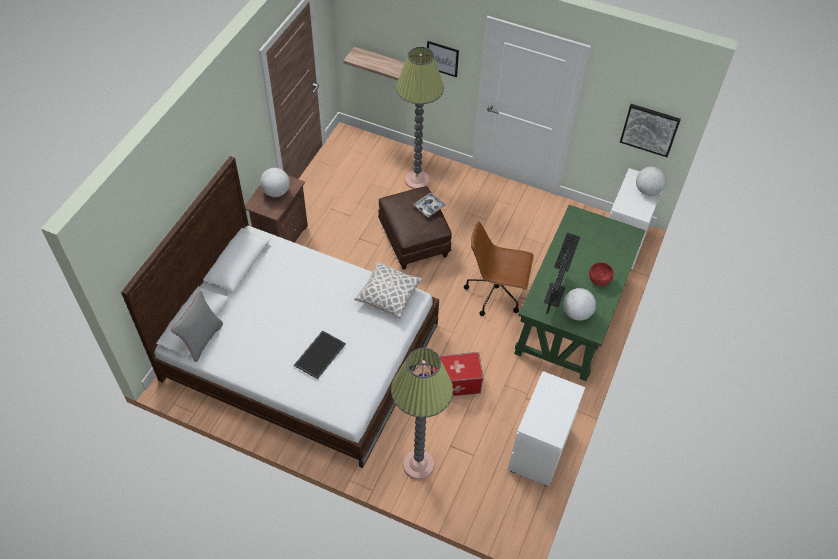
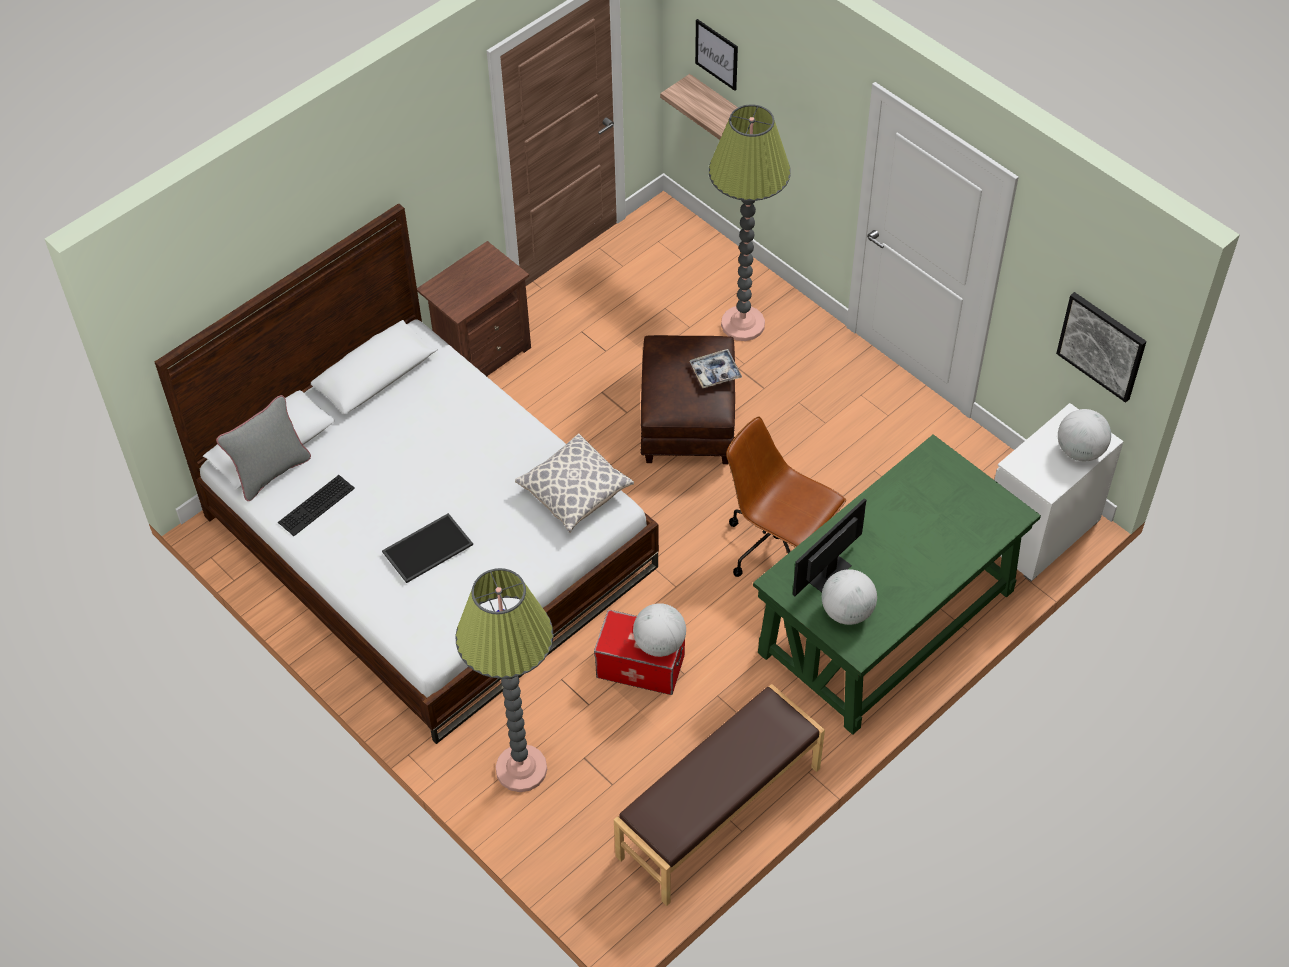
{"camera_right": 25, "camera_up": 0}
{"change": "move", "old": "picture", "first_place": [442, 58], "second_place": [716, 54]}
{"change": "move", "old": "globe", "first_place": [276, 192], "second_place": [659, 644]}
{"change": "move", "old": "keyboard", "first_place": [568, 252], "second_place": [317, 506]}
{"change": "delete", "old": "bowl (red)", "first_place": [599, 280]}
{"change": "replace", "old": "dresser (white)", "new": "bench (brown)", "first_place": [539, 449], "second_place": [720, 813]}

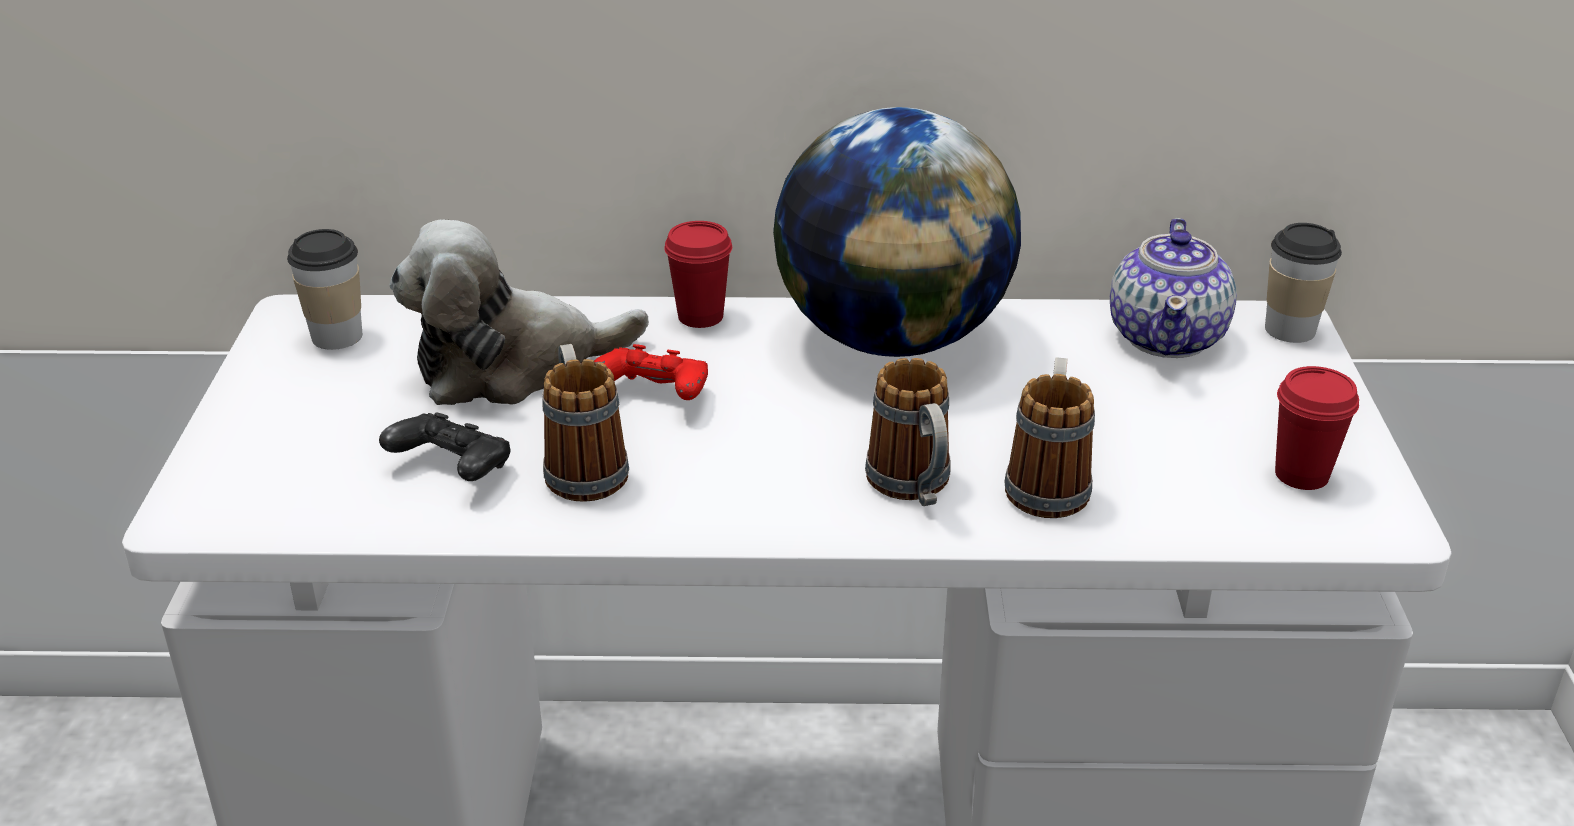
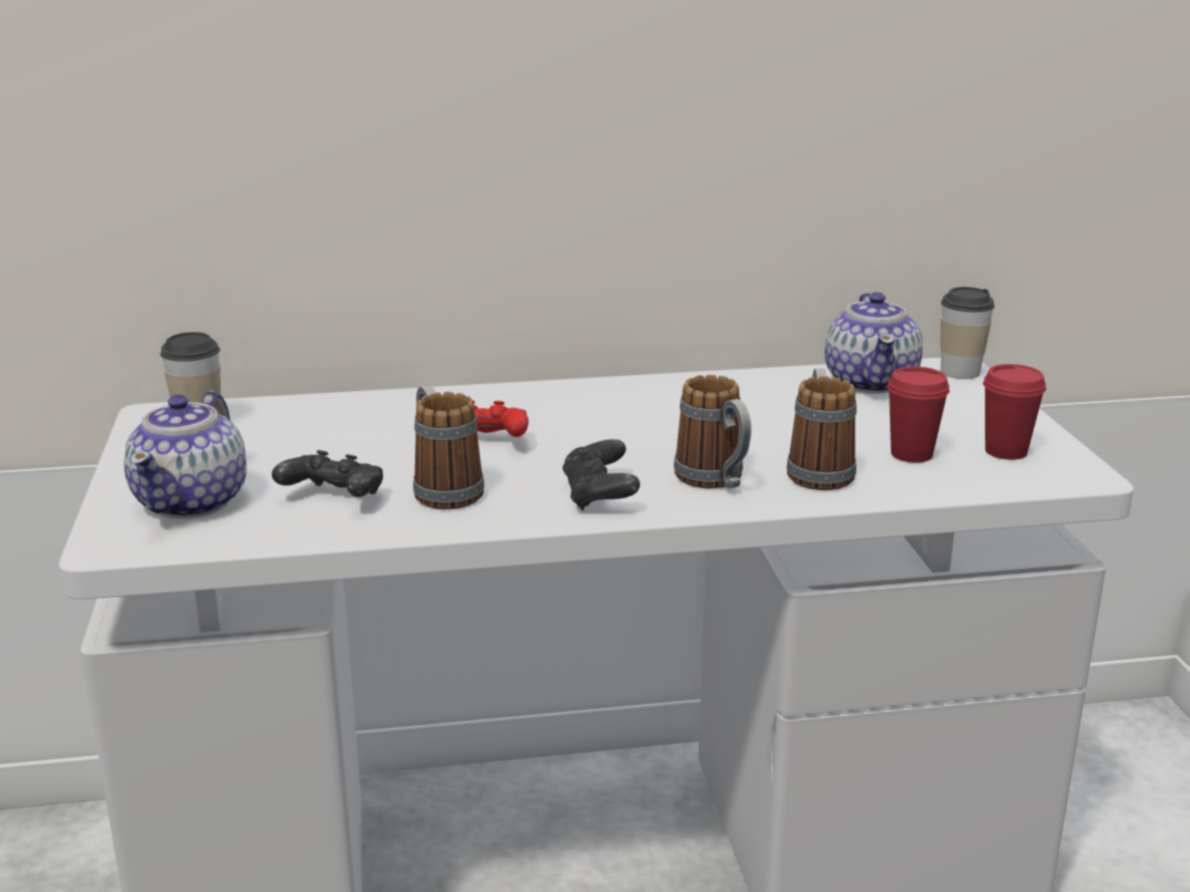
{"camera_right": -10, "camera_up": -10}
{"change": "delete", "old": "globe", "first_place": [892, 338]}
{"change": "delete", "old": "plush toy", "first_place": [512, 366]}
{"change": "move", "old": "cup (red)", "first_place": [700, 316], "second_place": [911, 454]}
{"change": "insert", "new": "teapot", "second_place": [193, 501]}
{"change": "insert", "new": "game controller (black)", "second_place": [599, 496]}

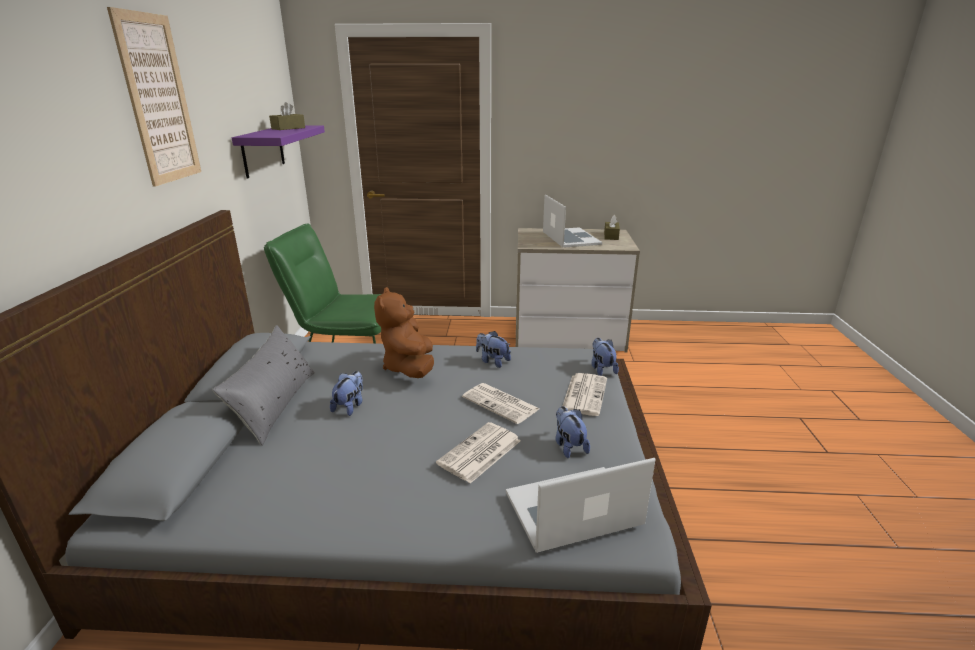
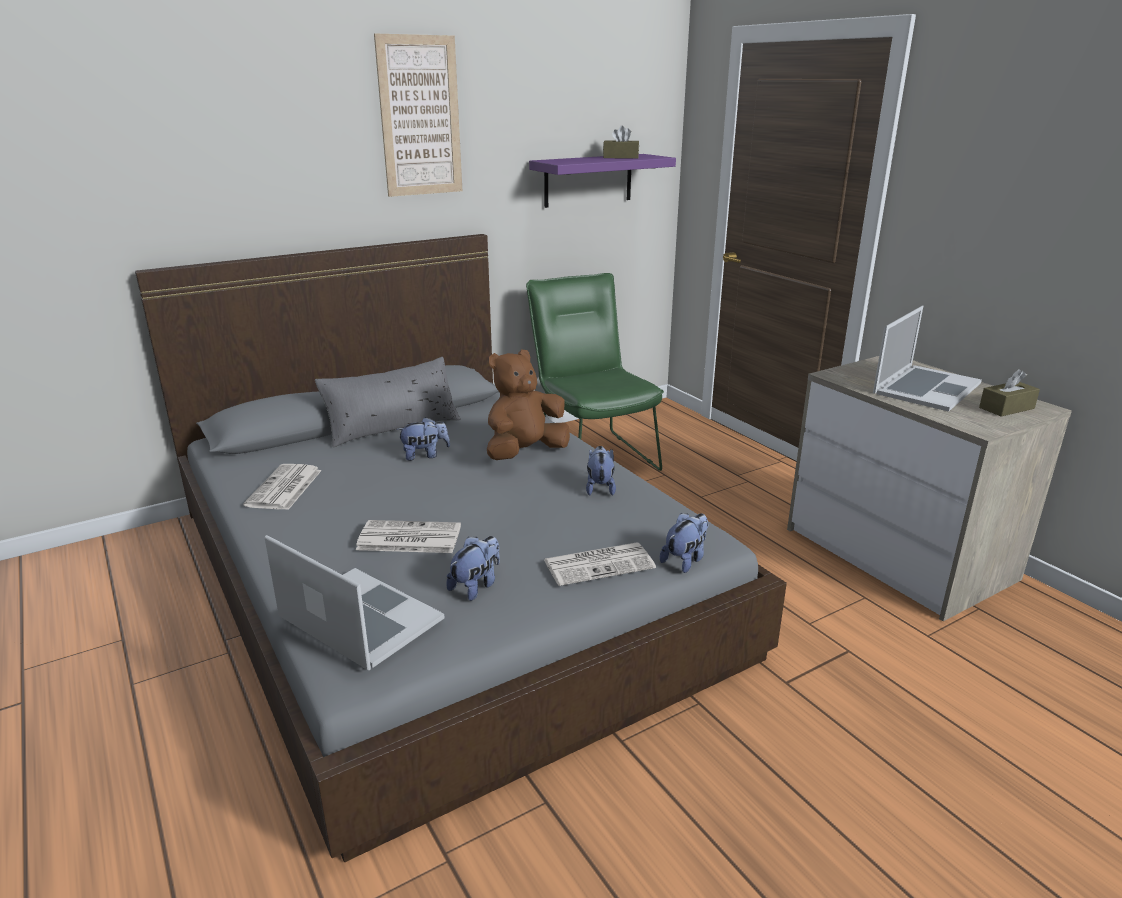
{"camera_right": 55, "camera_up": 0}
{"change": "move", "old": "newspaper", "first_place": [501, 403], "second_place": [284, 488]}

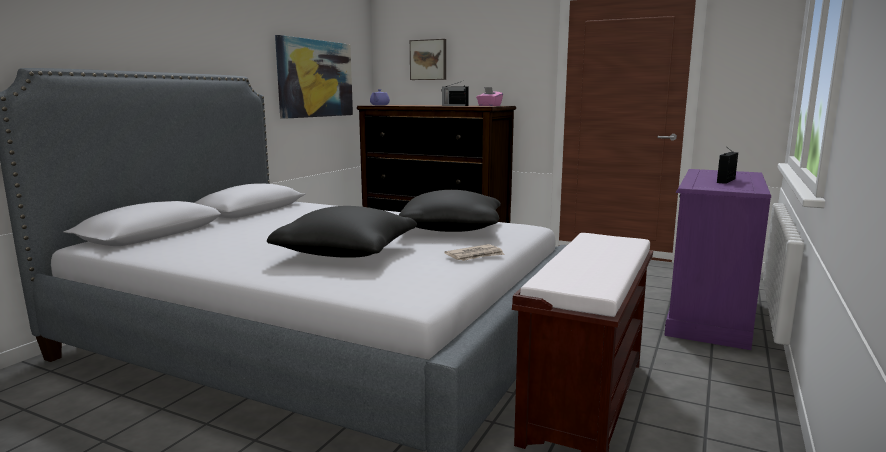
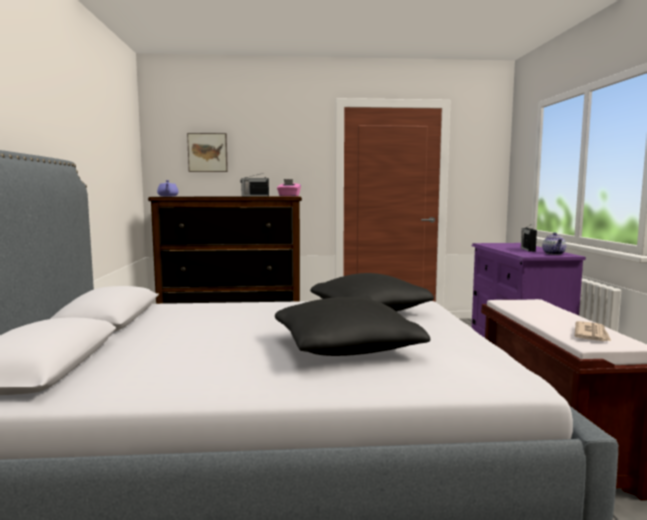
{"camera_right": -30, "camera_up": -5}
{"change": "delete", "old": "picture", "first_place": [315, 78]}
{"change": "move", "old": "newspaper", "first_place": [475, 255], "second_place": [592, 334]}
{"change": "insert", "new": "teapot", "second_place": [554, 254]}

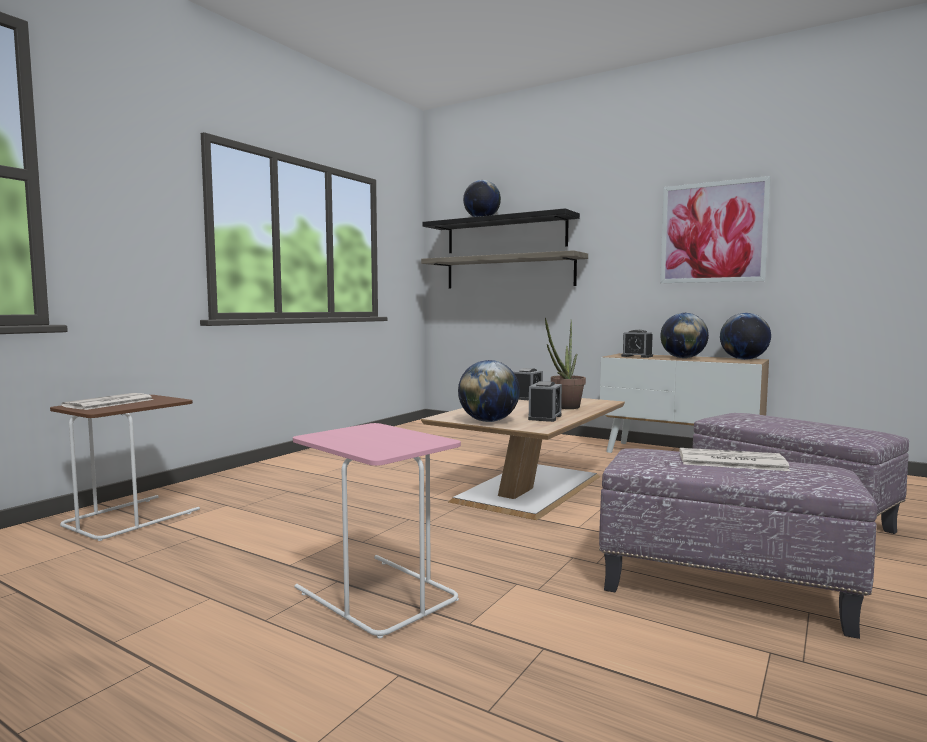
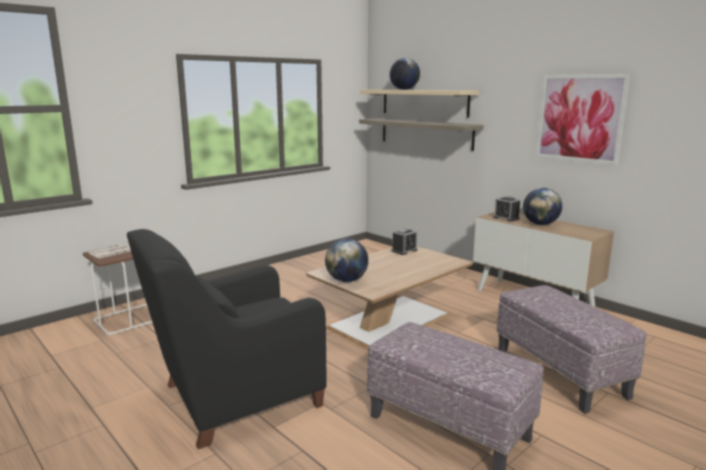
{"camera_right": 15, "camera_up": 10}
{"change": "recolor", "old": "shelf (black)", "new": "shelf (beige)", "first_place": [505, 235], "second_place": [424, 102]}
{"change": "delete", "old": "globe", "first_place": [743, 359]}
{"change": "delete", "old": "potted plant", "first_place": [564, 408]}
{"change": "delete", "old": "alarm clock", "first_place": [545, 417]}
{"change": "replace", "old": "side table (pink)", "new": "armchair (black)", "first_place": [375, 594], "second_place": [235, 397]}
{"change": "delete", "old": "newspaper", "first_place": [730, 461]}

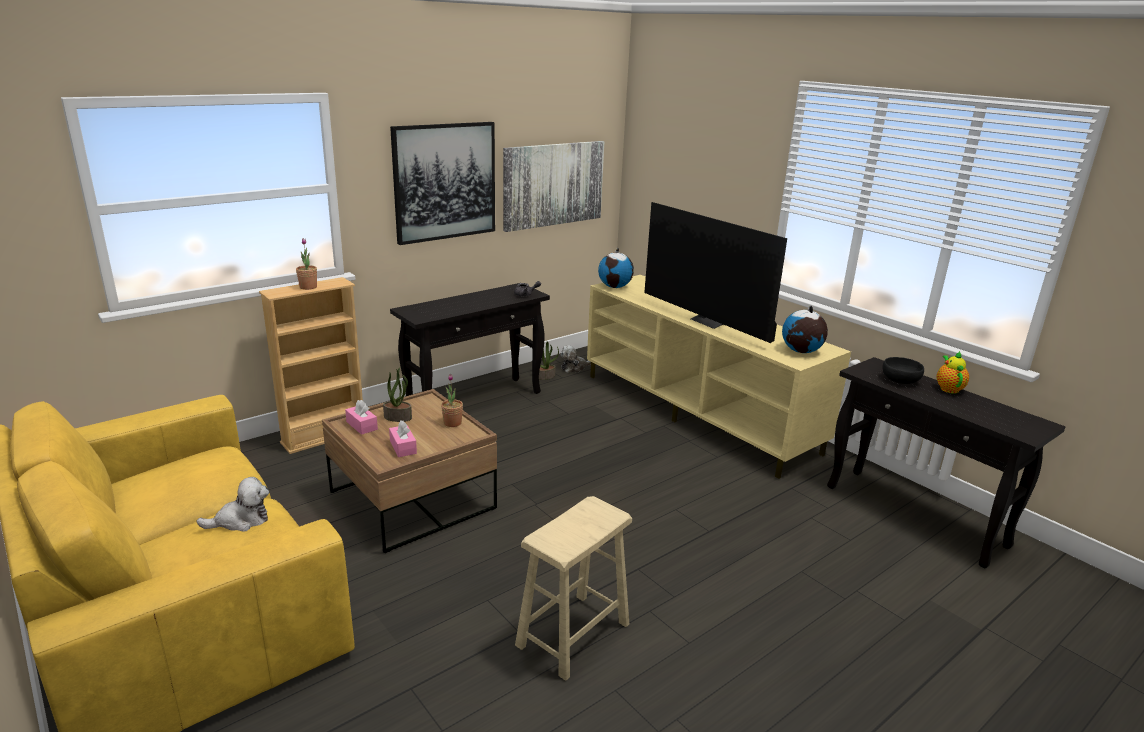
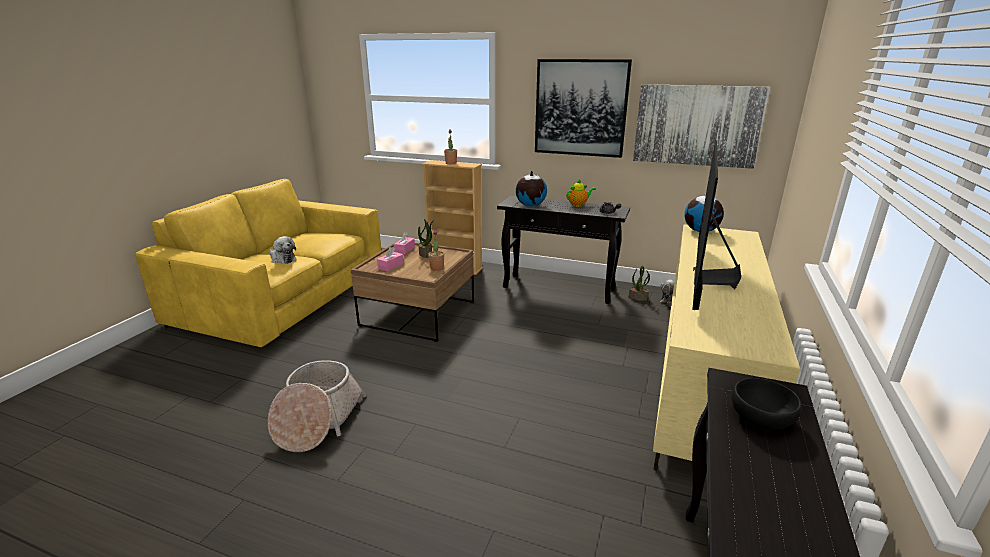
{"camera_right": 60, "camera_up": 0}
{"change": "move", "old": "globe", "first_place": [801, 351], "second_place": [530, 205]}
{"change": "move", "old": "teapot", "first_place": [948, 388], "second_place": [578, 205]}
{"change": "replace", "old": "stool (beige)", "new": "basket", "first_place": [573, 635], "second_place": [317, 419]}

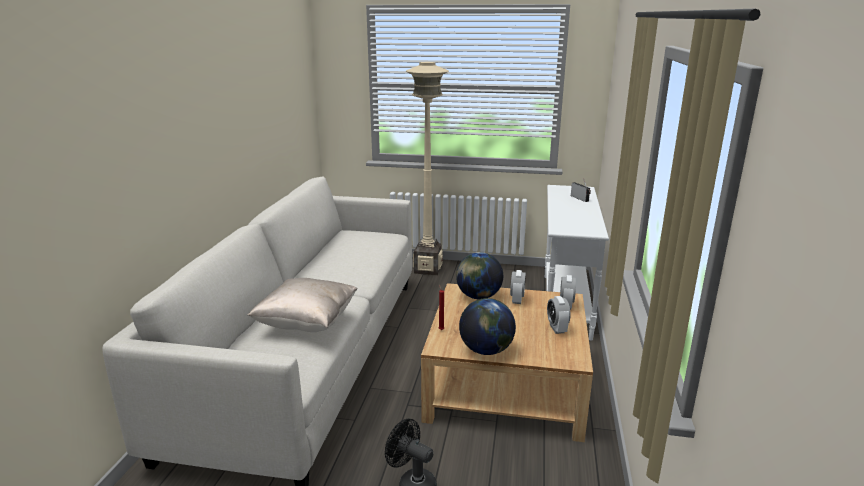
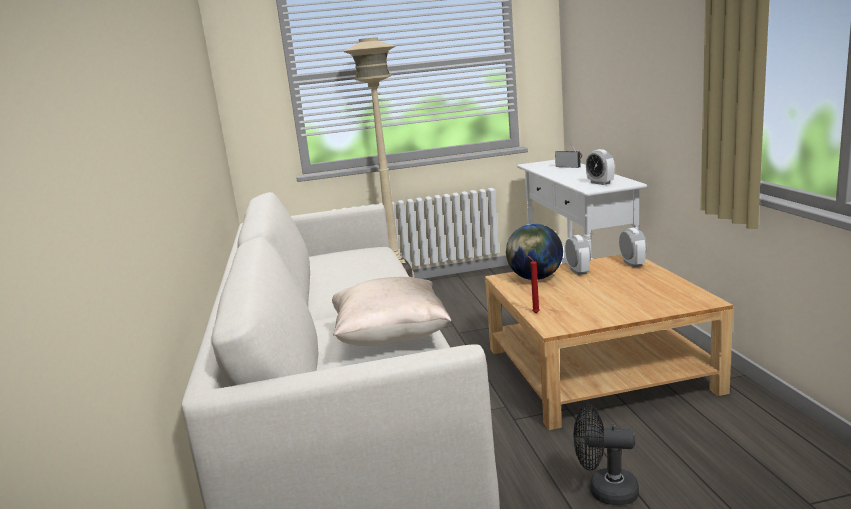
{"camera_right": -20, "camera_up": -5}
{"change": "move", "old": "alarm clock", "first_place": [557, 328], "second_place": [600, 183]}
{"change": "delete", "old": "globe", "first_place": [486, 350]}

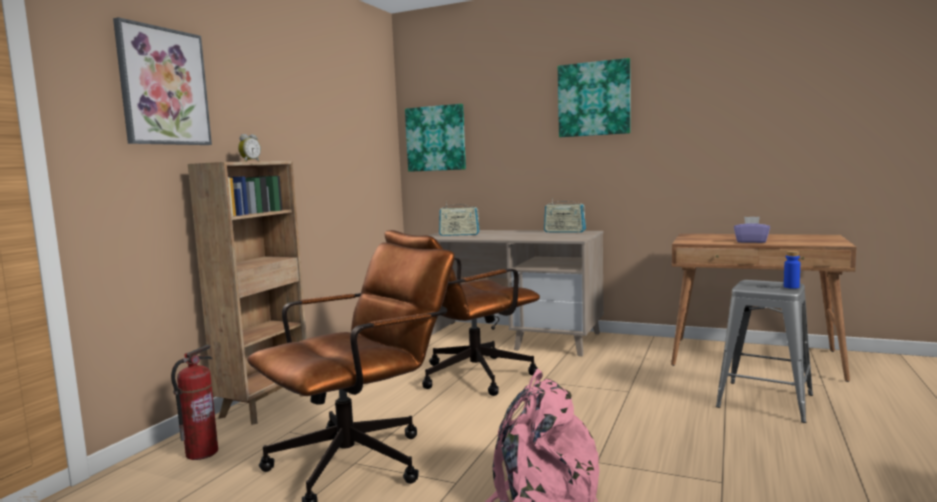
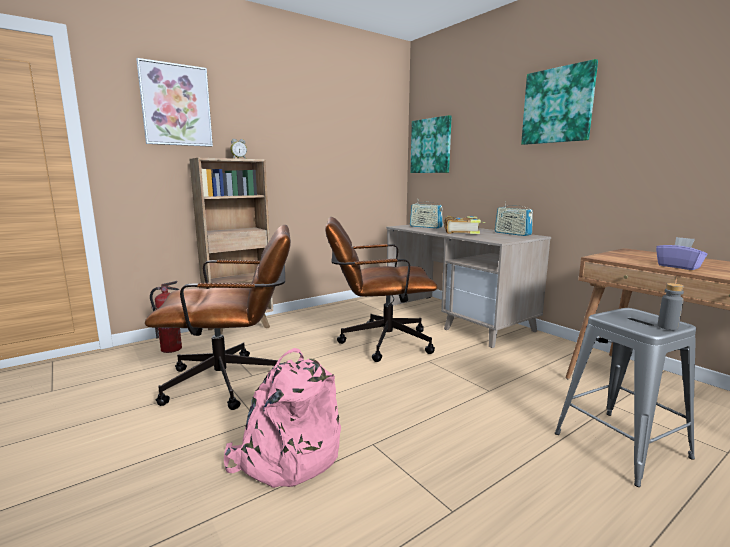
{"camera_right": 30, "camera_up": 5}
{"change": "recolor", "old": "bottle (blue)", "new": "bottle (grey)", "first_place": [791, 287], "second_place": [667, 327]}
{"change": "insert", "new": "book", "second_place": [462, 232]}

